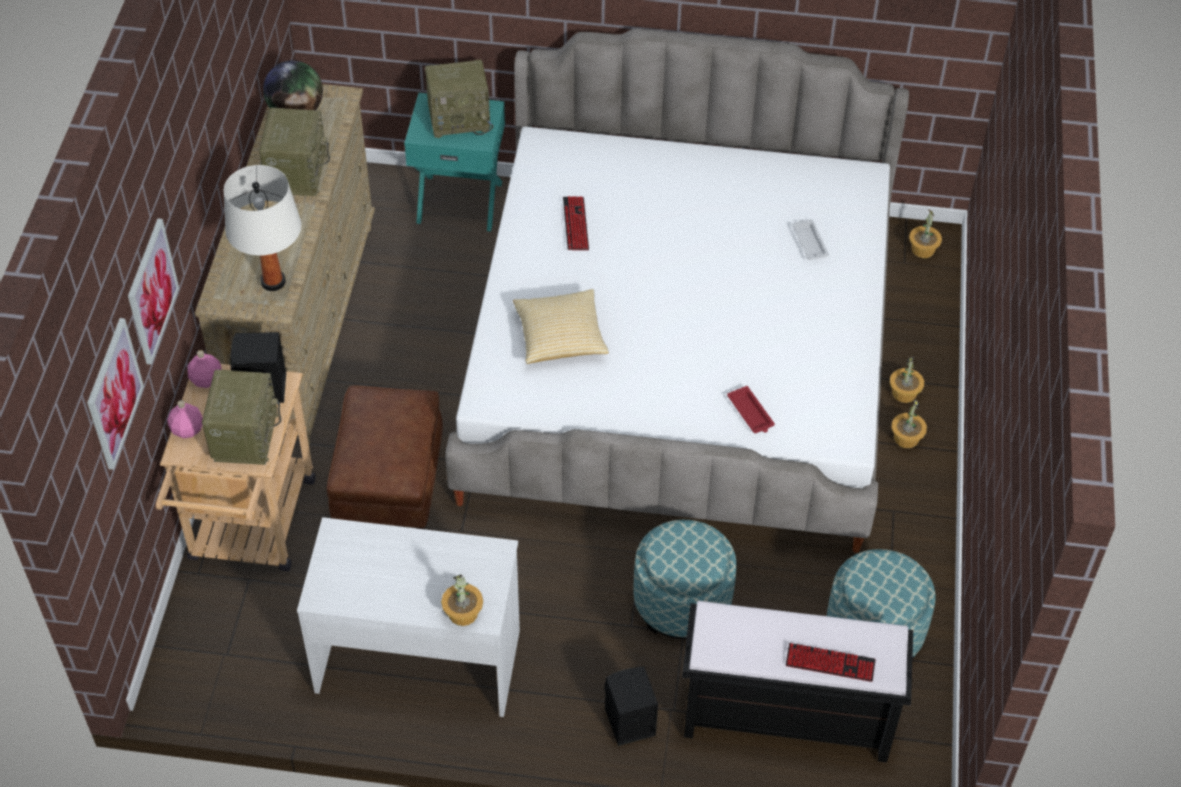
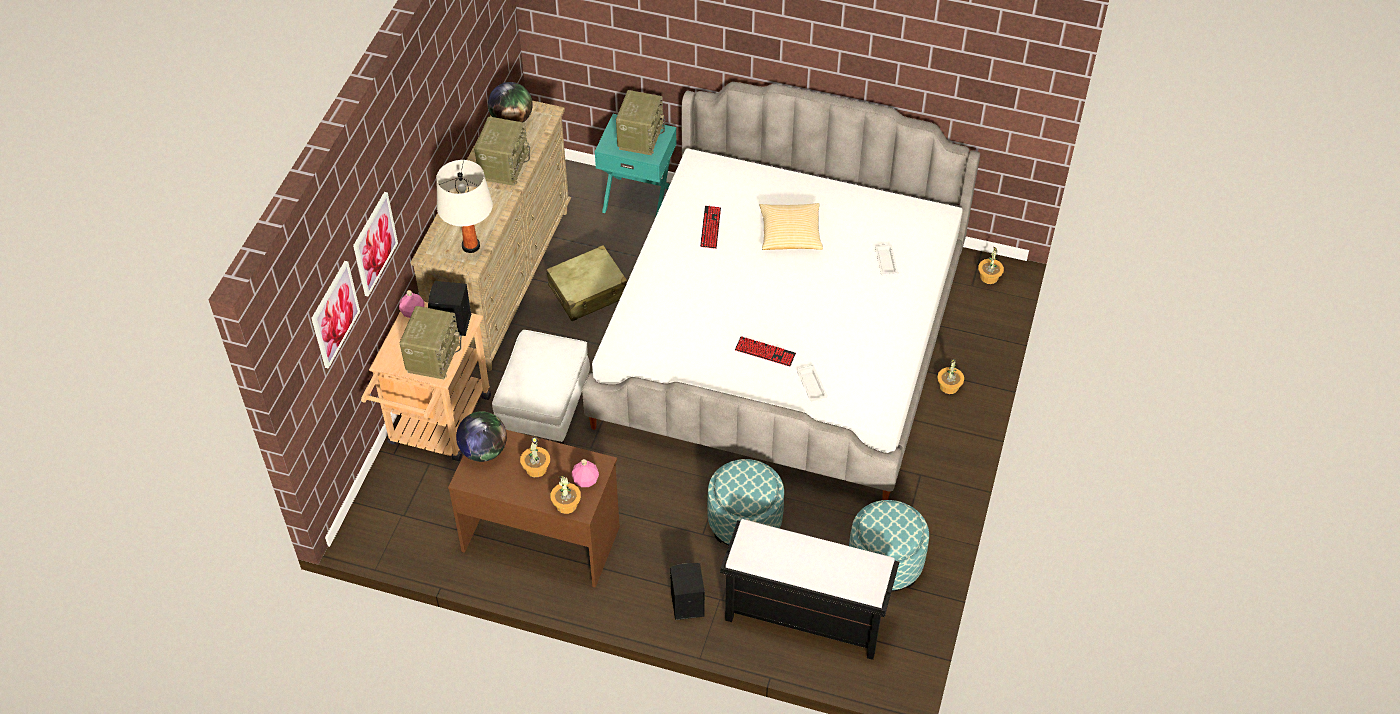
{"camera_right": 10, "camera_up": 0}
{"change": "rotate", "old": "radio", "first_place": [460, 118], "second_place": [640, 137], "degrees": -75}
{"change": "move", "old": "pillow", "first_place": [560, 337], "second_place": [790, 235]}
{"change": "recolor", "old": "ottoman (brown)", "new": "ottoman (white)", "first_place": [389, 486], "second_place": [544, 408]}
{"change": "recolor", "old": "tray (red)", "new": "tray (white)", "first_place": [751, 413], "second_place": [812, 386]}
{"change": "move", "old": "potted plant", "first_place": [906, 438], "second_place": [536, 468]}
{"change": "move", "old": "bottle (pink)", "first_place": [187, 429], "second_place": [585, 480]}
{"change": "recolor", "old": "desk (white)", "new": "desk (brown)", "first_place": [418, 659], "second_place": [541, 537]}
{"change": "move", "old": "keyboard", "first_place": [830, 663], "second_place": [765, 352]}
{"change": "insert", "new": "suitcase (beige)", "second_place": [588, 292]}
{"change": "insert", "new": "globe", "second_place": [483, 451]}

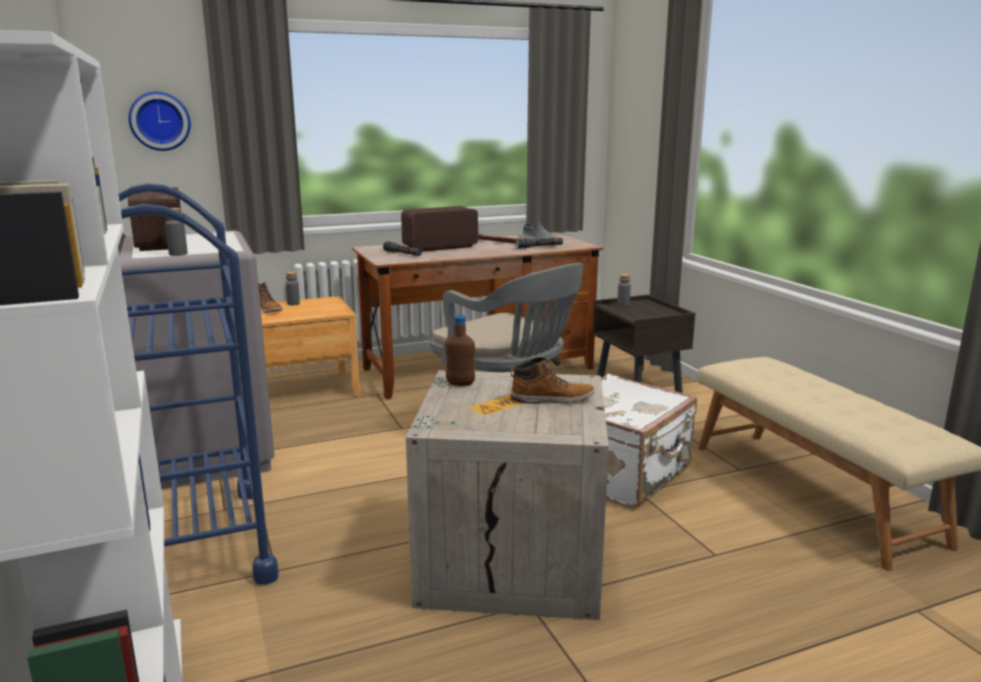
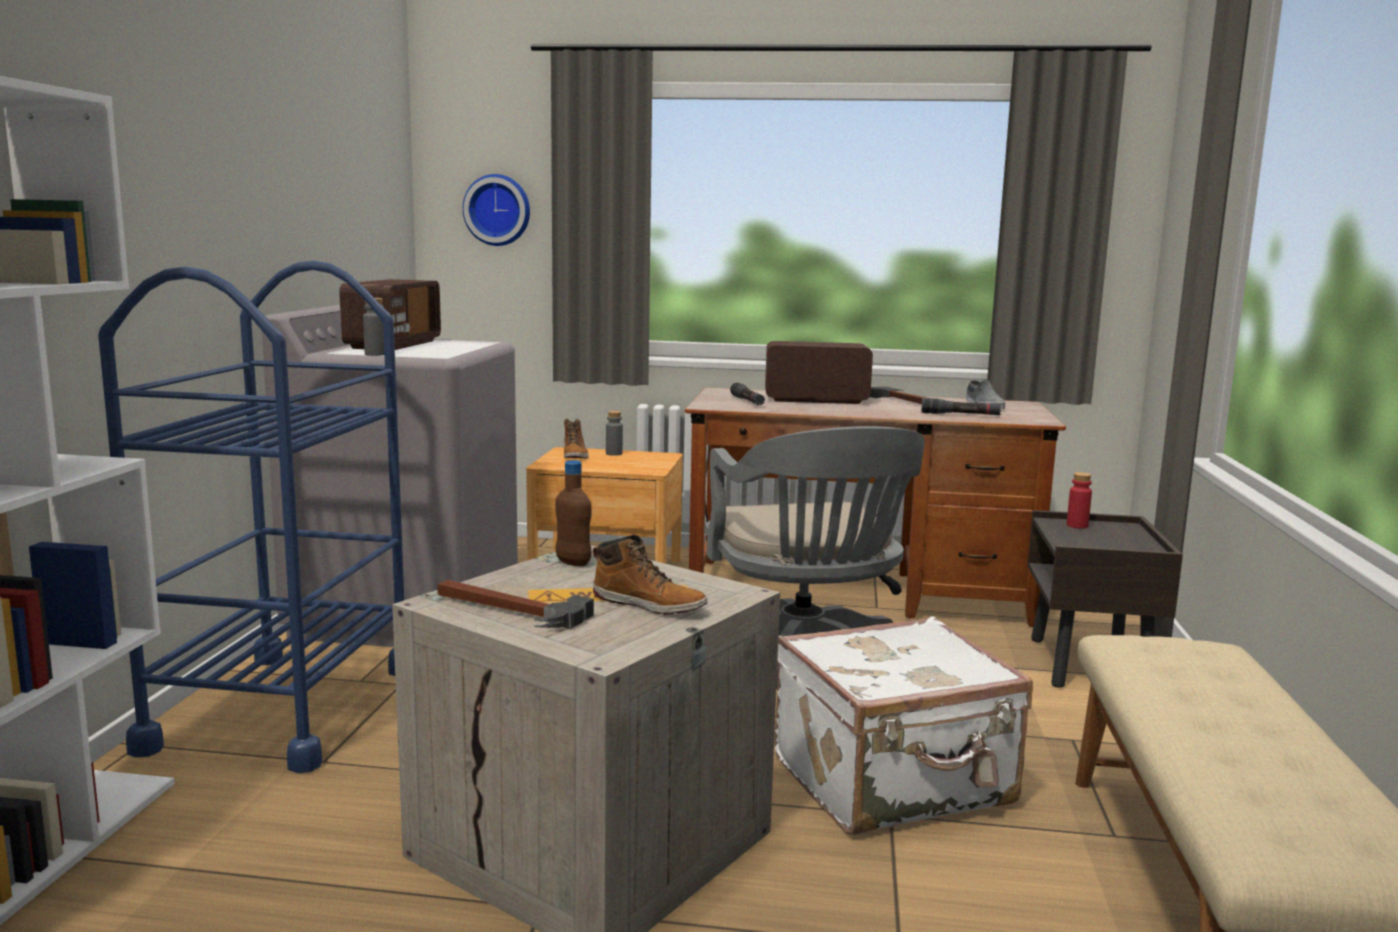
{"camera_right": 30, "camera_up": -5}
{"change": "recolor", "old": "bottle (grey)", "new": "bottle (red)", "first_place": [623, 305], "second_place": [1077, 525]}
{"change": "insert", "new": "hammer", "second_place": [507, 610]}

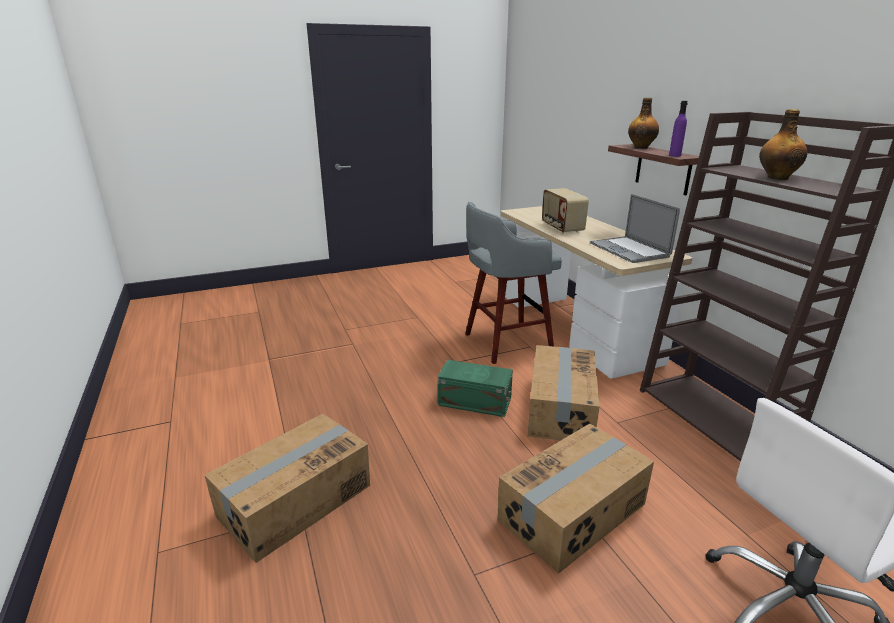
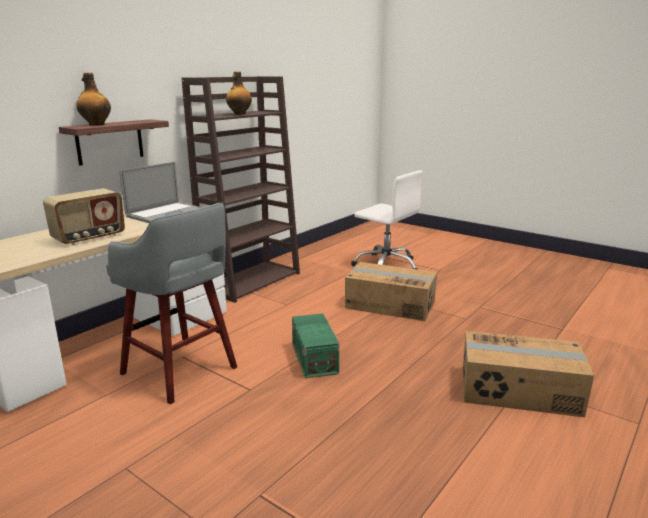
{"camera_right": -120, "camera_up": -5}
{"change": "delete", "old": "bottle (purple)", "first_place": [674, 155]}
{"change": "delete", "old": "cardboard box", "first_place": [560, 409]}

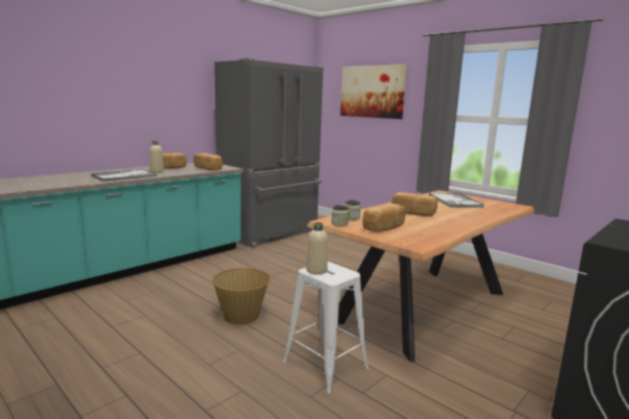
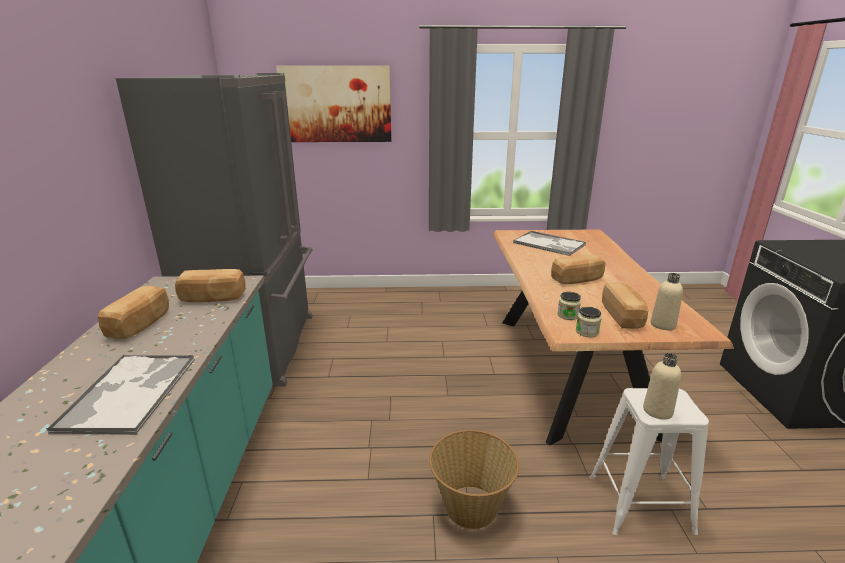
{"camera_right": -45, "camera_up": 10}
{"change": "move", "old": "bottle (beige)", "first_place": [156, 171], "second_place": [663, 325]}

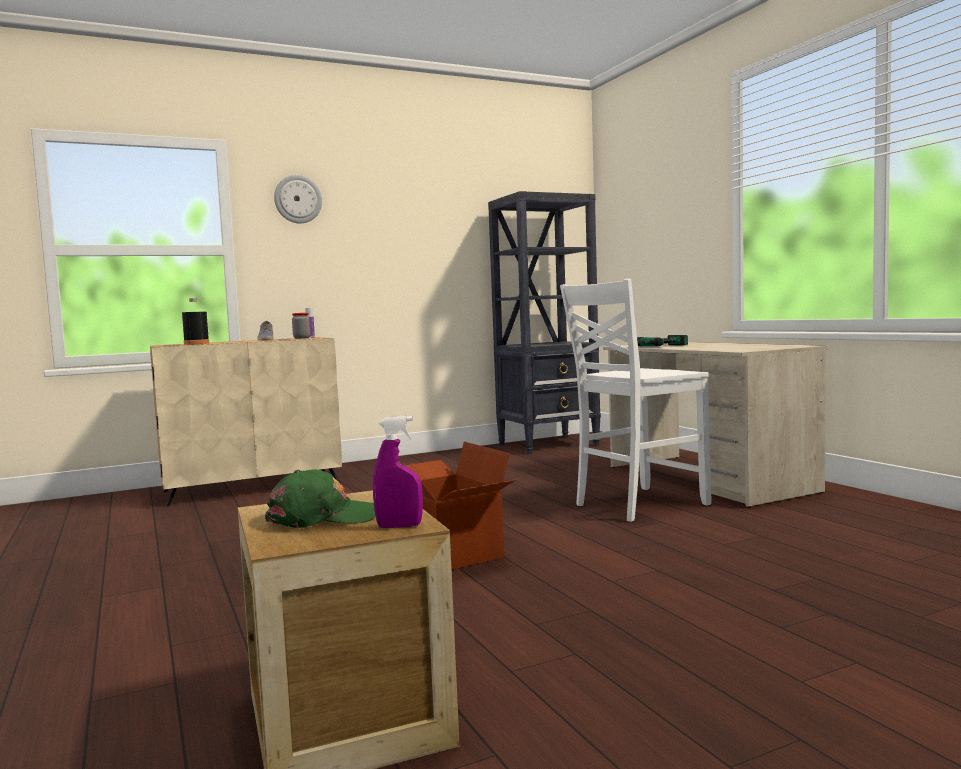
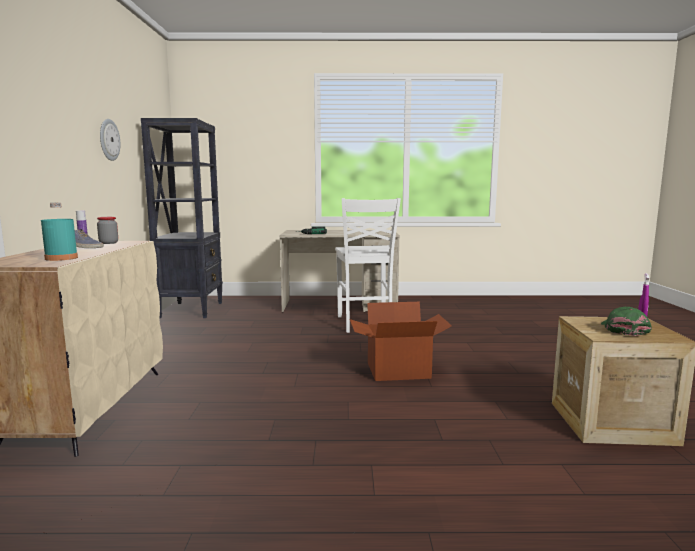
{"camera_right": -65, "camera_up": 5}
{"change": "move", "old": "wall clock", "first_place": [298, 199], "second_place": [108, 140]}
{"change": "recolor", "old": "bottle (black)", "new": "bottle (turquoise)", "first_place": [196, 344], "second_place": [61, 258]}

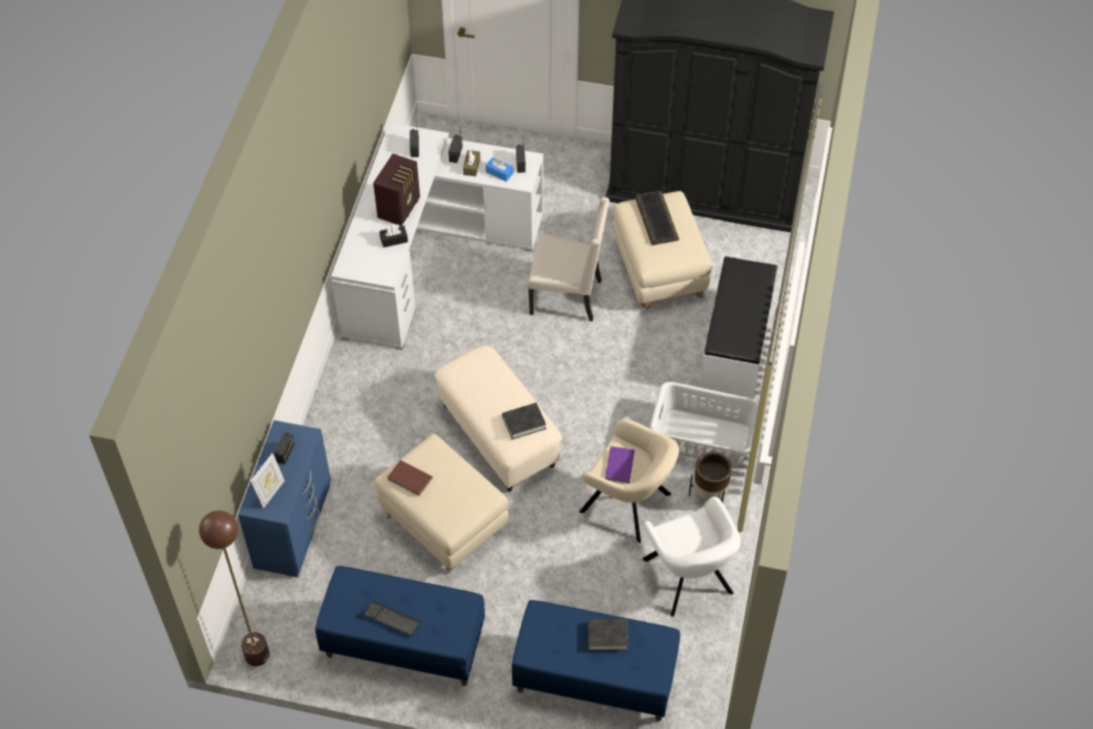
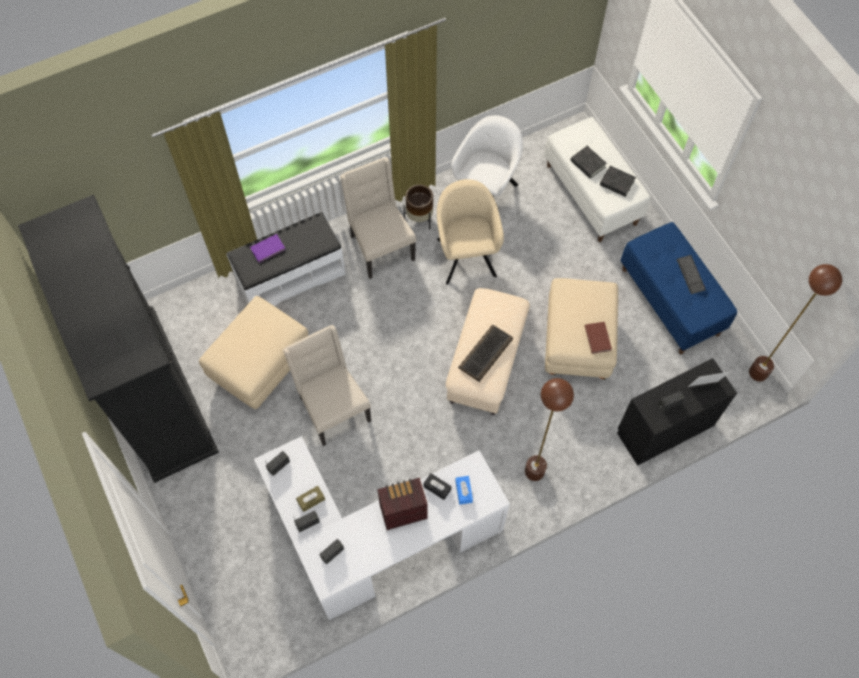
{"camera_right": -130, "camera_up": 10}
{"change": "move", "old": "tissue box (blue)", "first_place": [499, 172], "second_place": [463, 491]}
{"change": "move", "old": "keyboard", "first_place": [656, 218], "second_place": [485, 354]}
{"change": "replace", "old": "laundry basket (grey)", "new": "chair (beige)", "first_place": [704, 439], "second_place": [380, 247]}
{"change": "move", "old": "book (black)", "first_place": [524, 423], "second_place": [617, 183]}
{"change": "recolor", "old": "dresser (blue)", "new": "dresser (black)", "first_place": [294, 526], "second_place": [664, 428]}
{"change": "move", "old": "book (purple)", "first_place": [618, 466], "second_place": [268, 249]}
{"change": "recolor", "old": "bench (blue)", "new": "bench (white)", "first_place": [594, 678], "second_place": [592, 194]}
{"change": "insert", "new": "floor lamp (brown)", "second_place": [534, 471]}

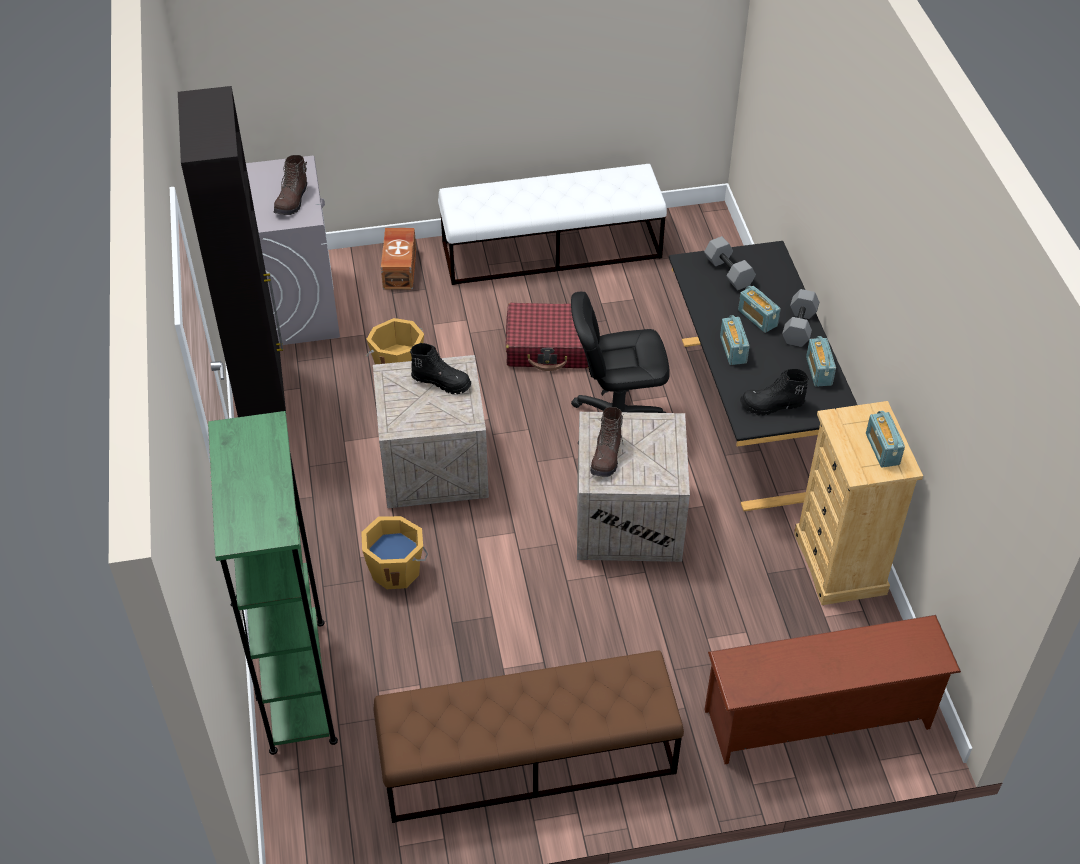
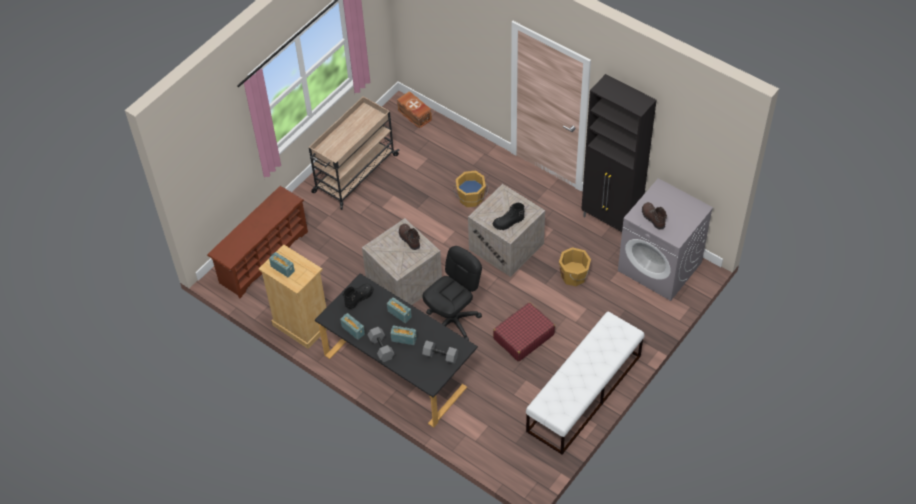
{"camera_right": 140, "camera_up": 5}
{"change": "move", "old": "storage box (brown)", "first_place": [400, 268], "second_place": [414, 115]}
{"change": "delete", "old": "bookcase (green)", "first_place": [297, 684]}
{"change": "replace", "old": "bench (brown)", "new": "cart (beige)", "first_place": [527, 759], "second_place": [354, 174]}

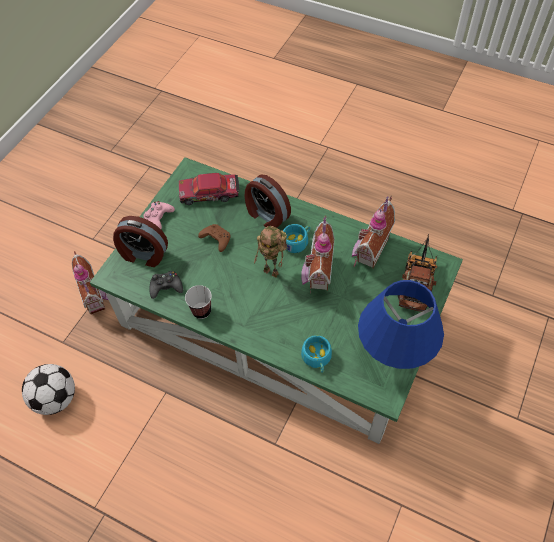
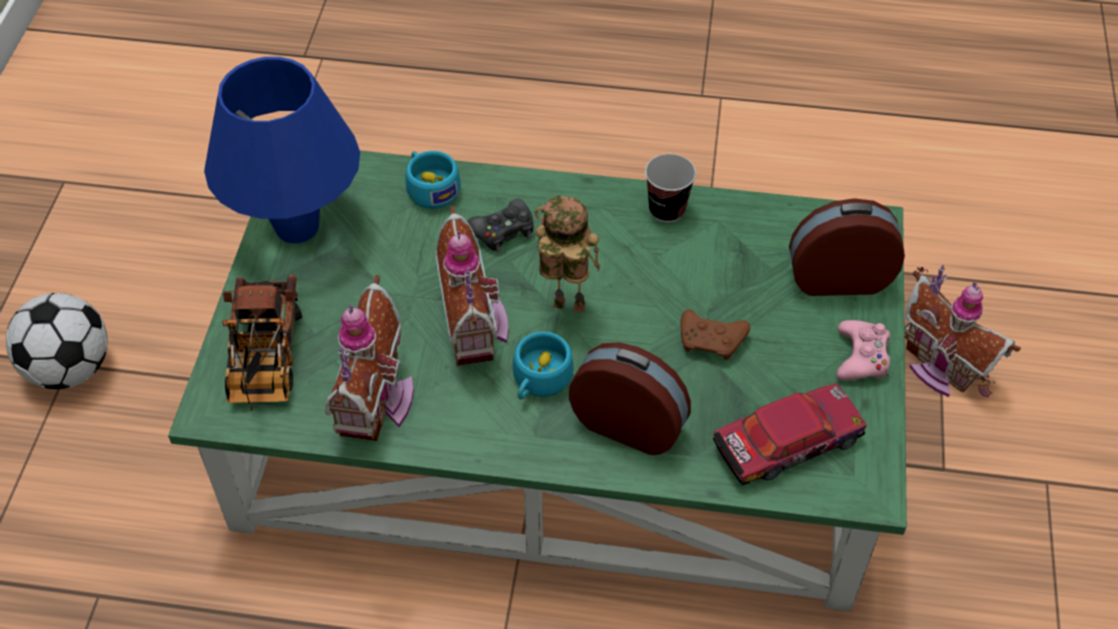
{"camera_right": 160, "camera_up": -5}
{"change": "move", "old": "game controller (black)", "first_place": [166, 287], "second_place": [503, 231]}
{"change": "move", "old": "football", "first_place": [56, 398], "second_place": [70, 369]}

